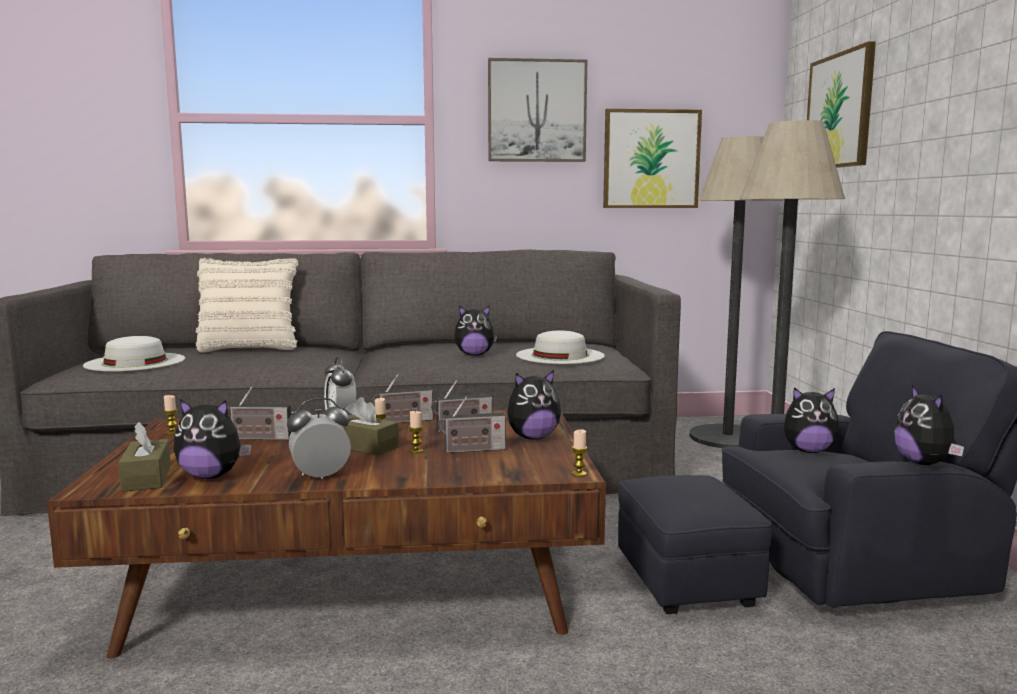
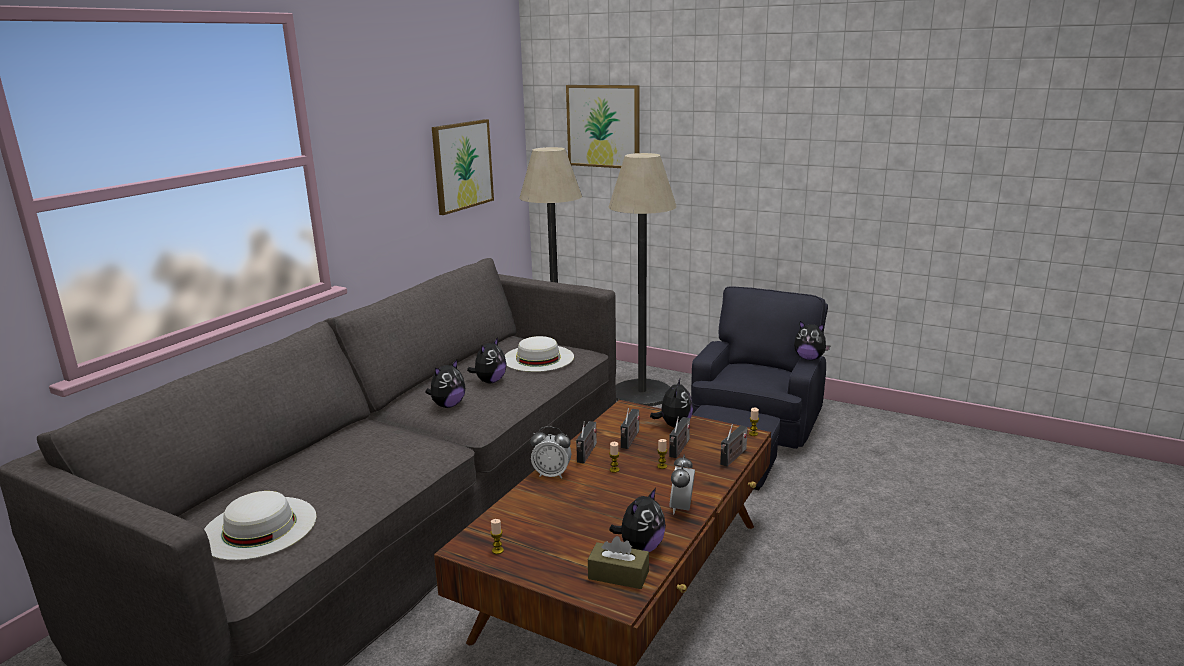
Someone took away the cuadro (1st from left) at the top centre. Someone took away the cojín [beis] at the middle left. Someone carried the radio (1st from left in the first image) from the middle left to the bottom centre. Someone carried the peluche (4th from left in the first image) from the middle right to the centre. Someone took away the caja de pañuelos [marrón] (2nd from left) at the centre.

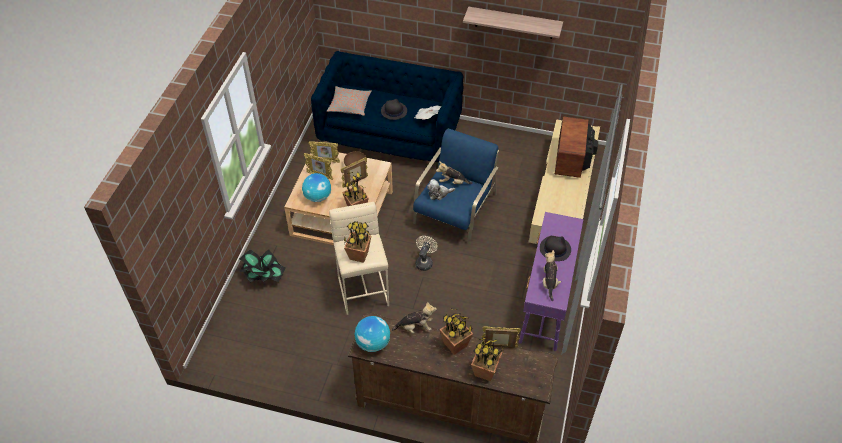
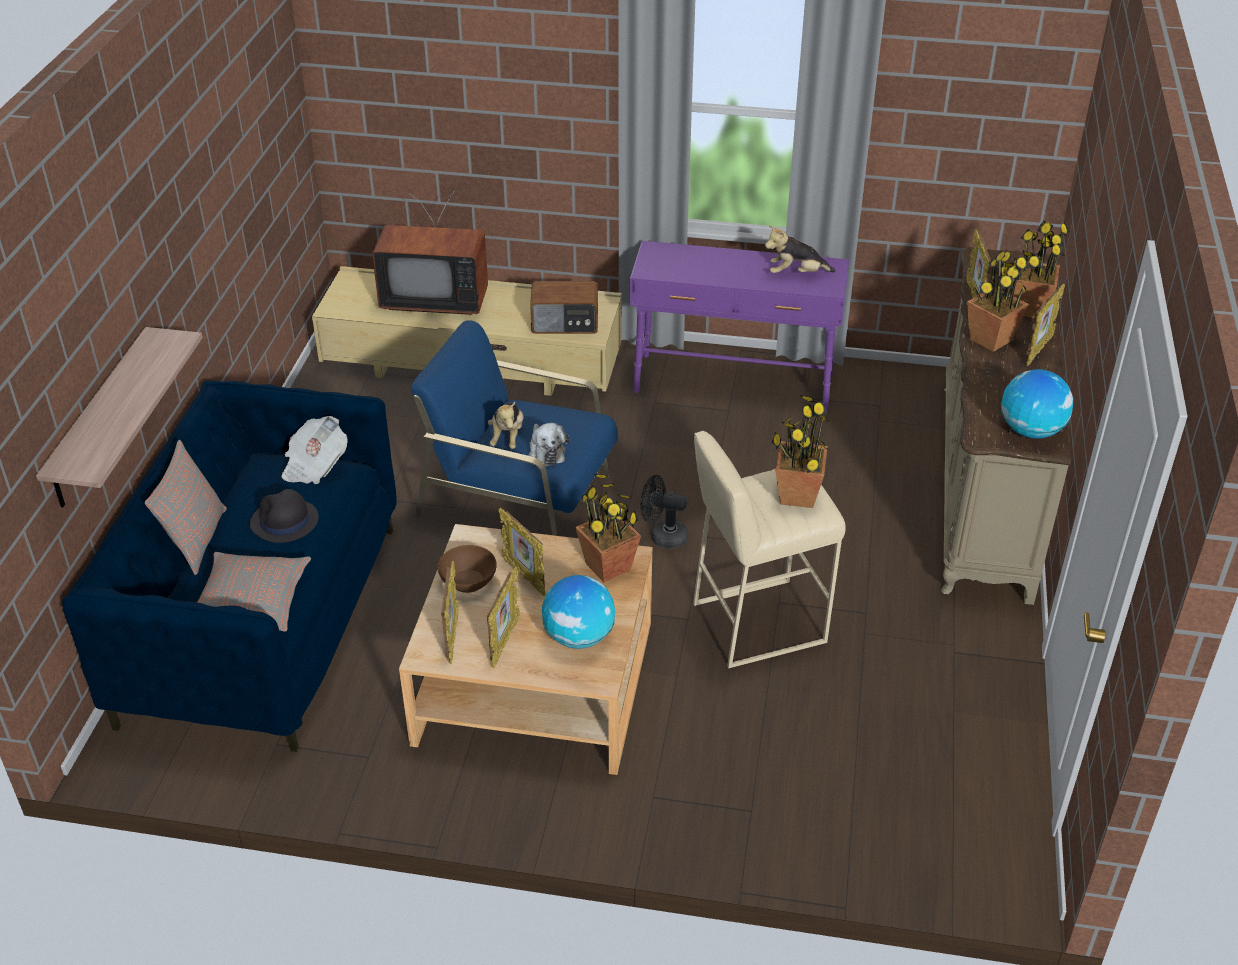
Someone carried the estante from the top centre to the middle left. Someone repainted the ventilador [beis] at the centre, which became the ventilador [negro] at the centre. Someone took away the sombrero [negro] (2nd from left) at the centre. Someone took away the planta en maceta (1st from left) at the middle left. Someone took away the peluche (1st from left) at the bottom centre. Someone put down the radio at the top centre. Someone put down the portarretratos (5th from left) at the middle right. Someone put down the cojín [gris] (1st from left) at the middle left.

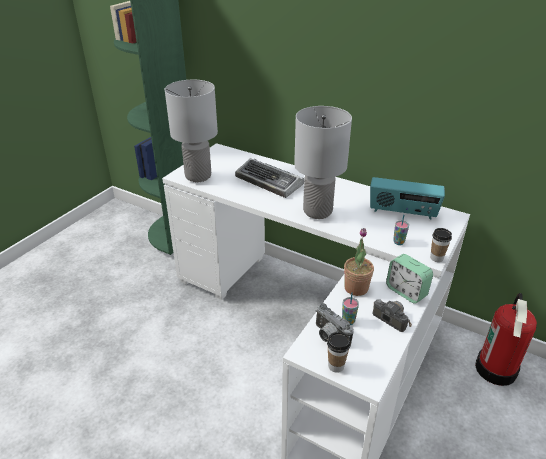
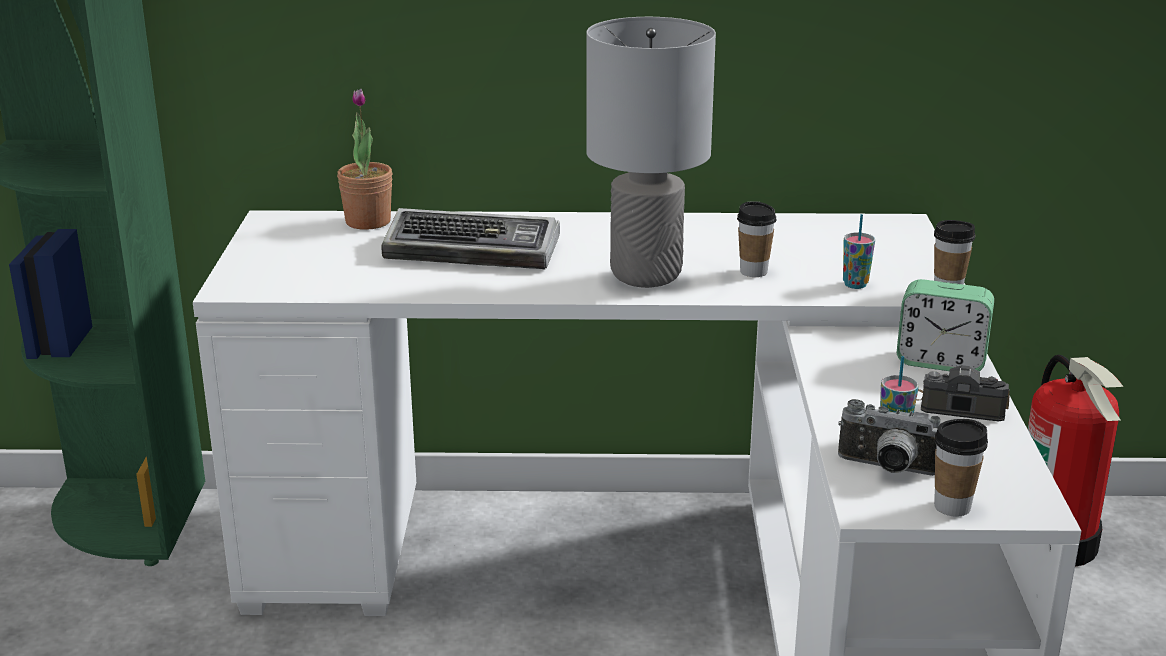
Someone took away the lámpara de mesa [gris] (1st from left) at the top centre. Someone took away the radio at the middle right. Someone carried the planta en maceta from the centre to the top left. Someone put down the taza (1st from left) at the centre.

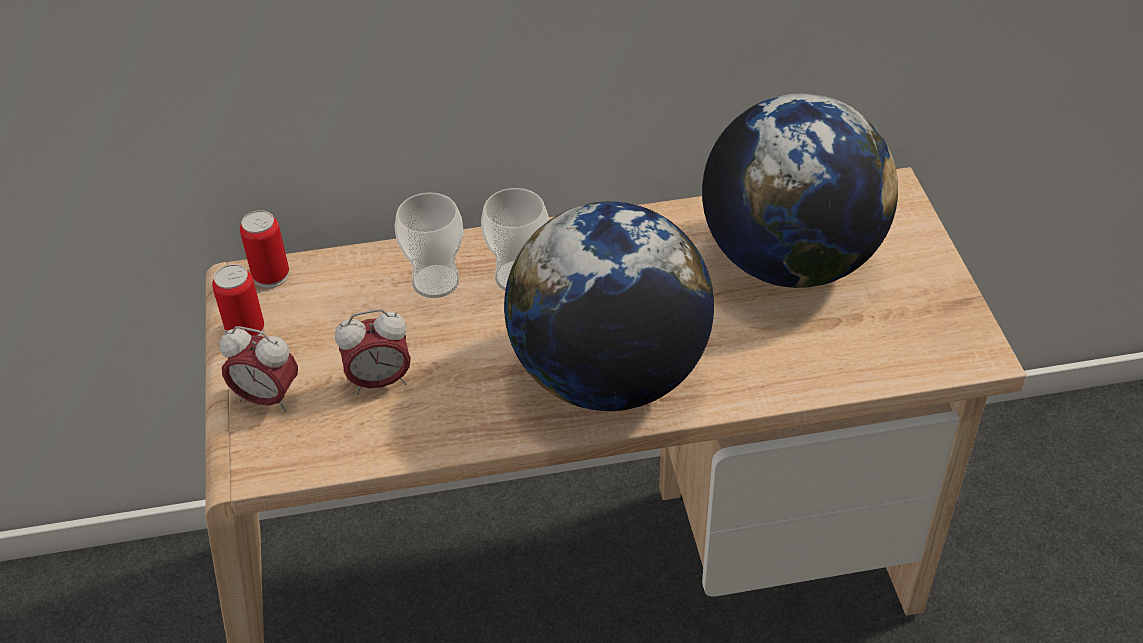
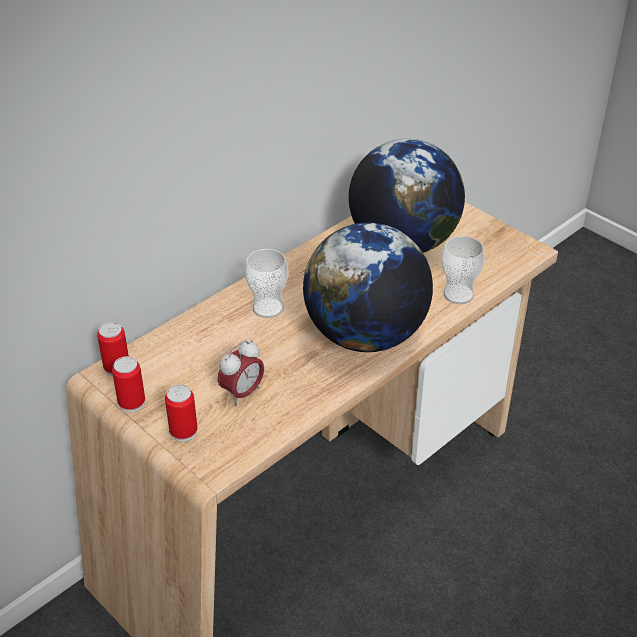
Someone carried the taza (1st from left in the first image) from the centre to the middle right. Someone swapped the despertador (1st from left) at the middle left for the lata (3rd from left) at the middle left.

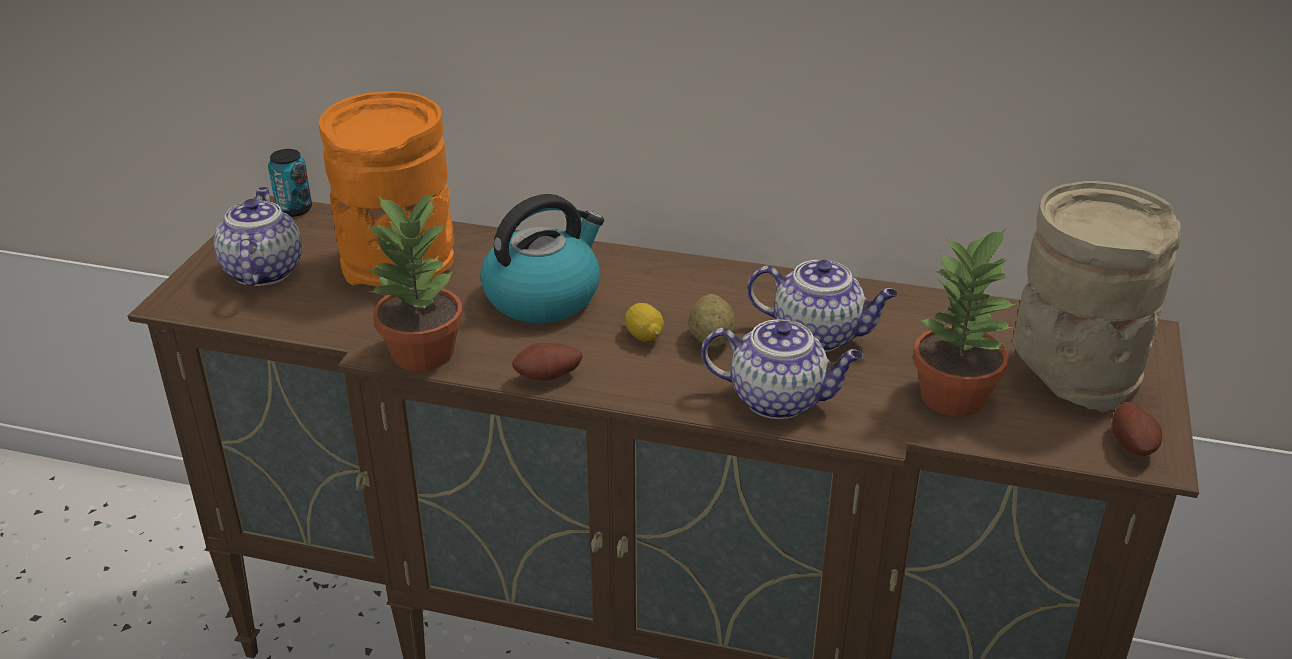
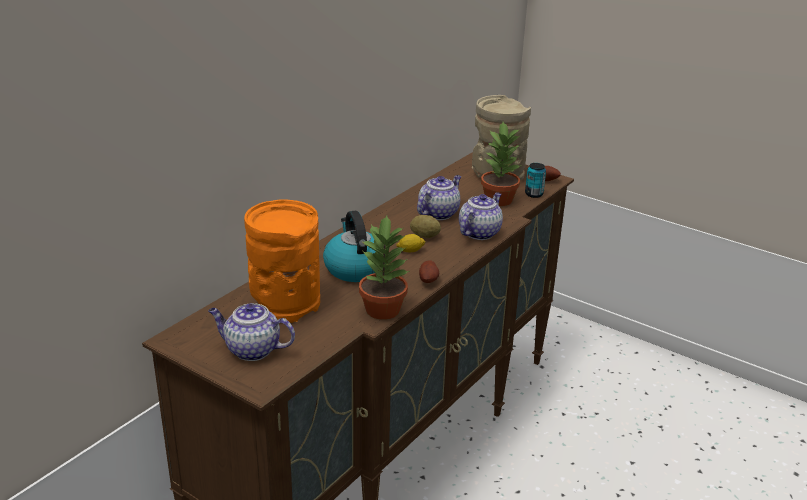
Someone carried the lata from the top left to the centre.

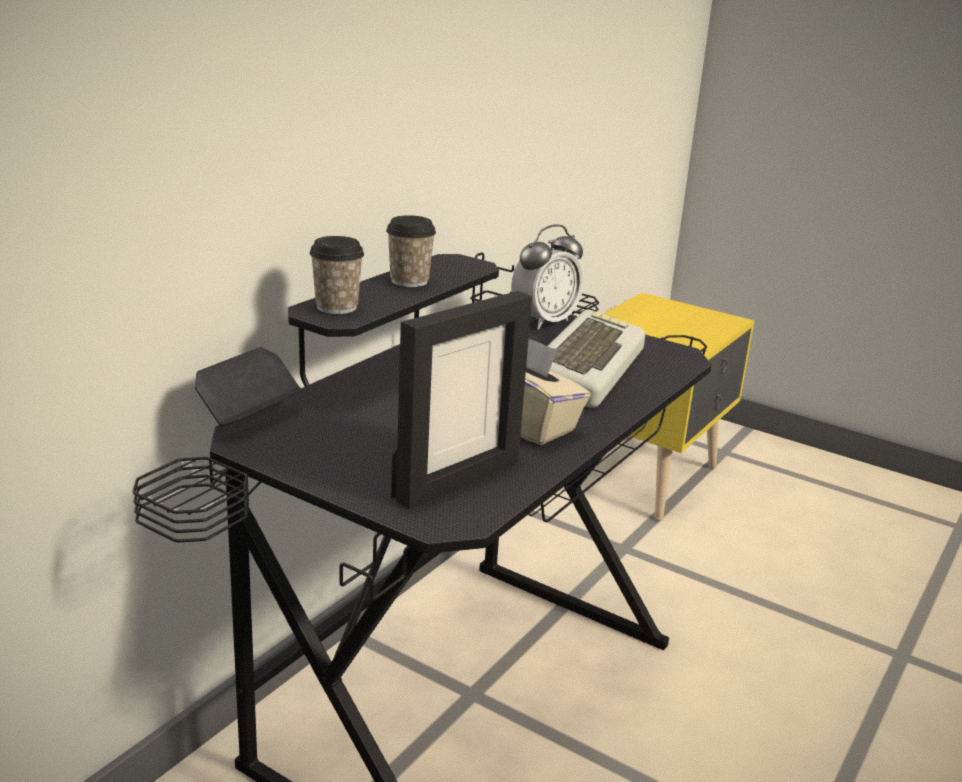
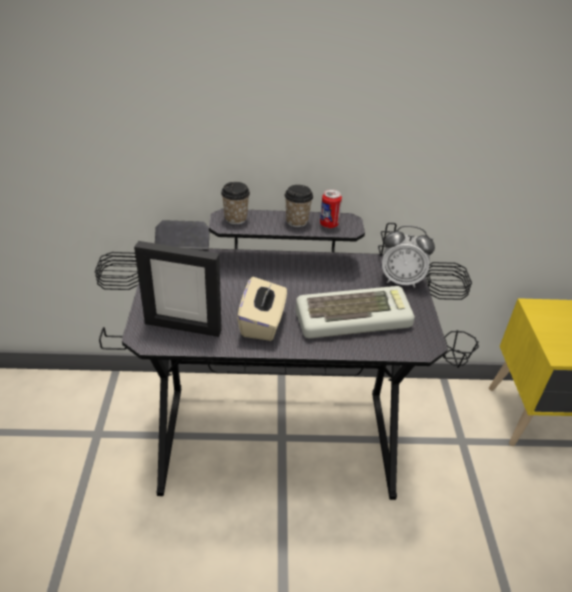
Someone put down the lata at the centre.

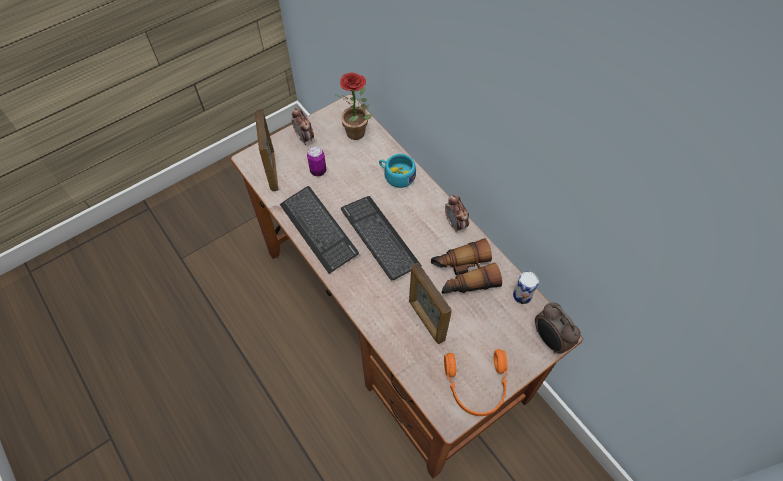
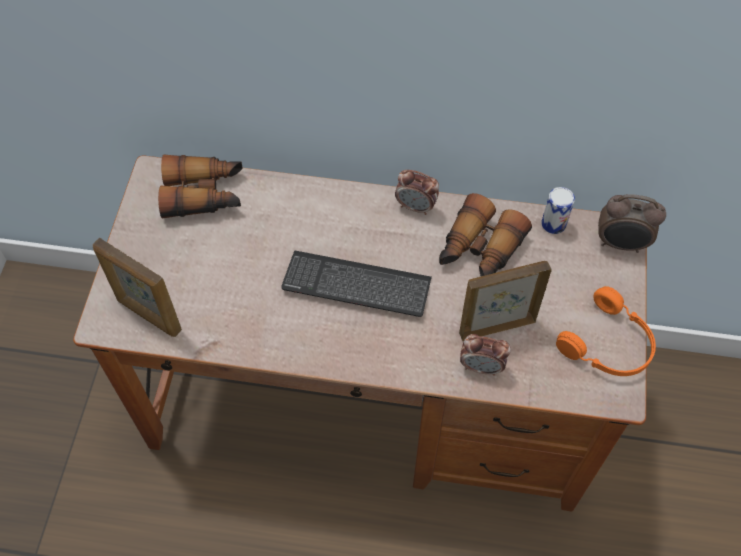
Someone swapped the planta en maceta at the top centre for the prismáticos (1st from left) at the middle left. Someone carried the despertador (1st from left in the first image) from the top centre to the centre. Someone took away the lata (1st from left) at the centre. Someone took away the taza [turquesa] at the centre. Someone took away the teclado (1st from left) at the centre. Someone rotated the portarretratos (2nd from left) at the centre by 150 degrees clockwise.

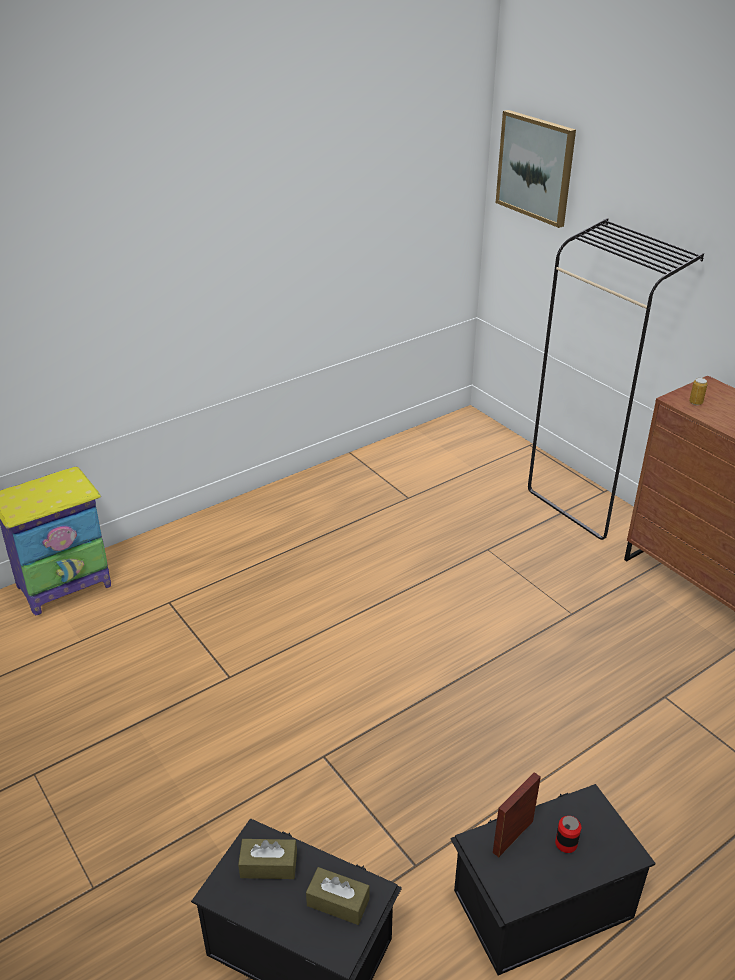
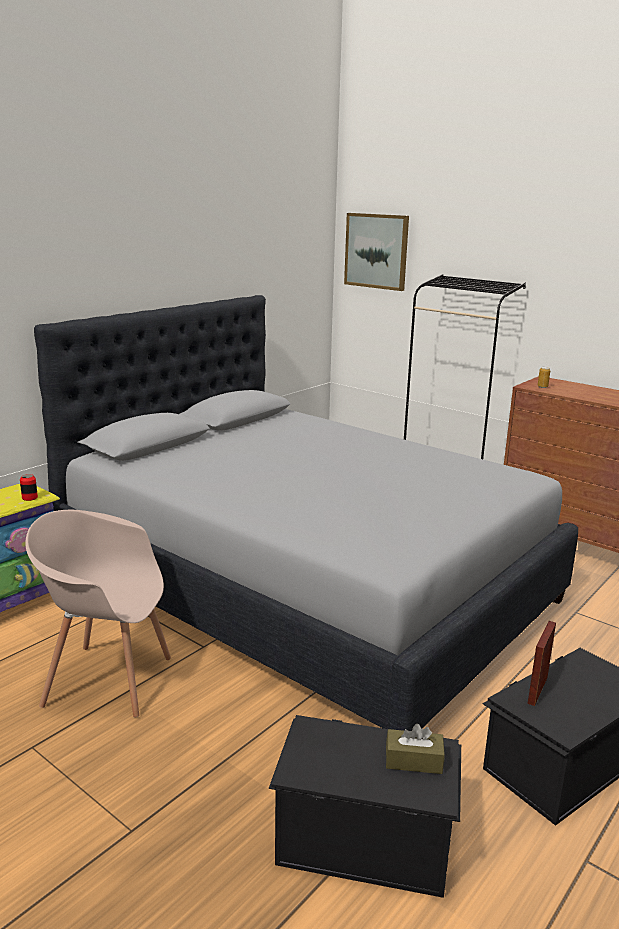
Someone carried the lata (1st from left) from the bottom right to the middle left. Someone took away the caja de pañuelos [marrón] (1st from left) at the bottom centre. Someone put down the cama [gris] at the centre. Someone put down the silla [beis] at the middle left.

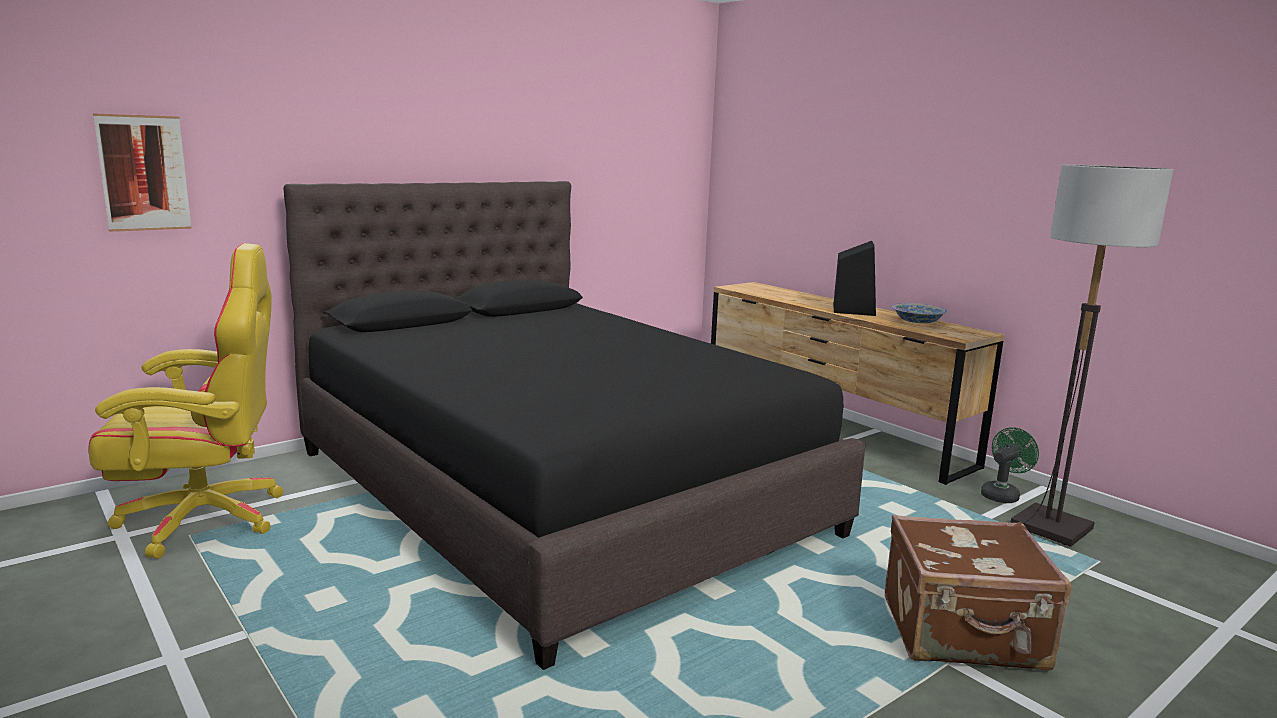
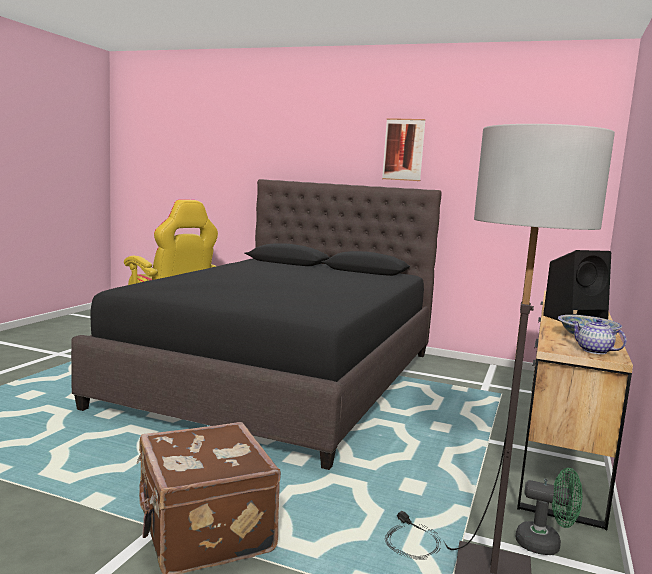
Someone carried the cuadro from the top left to the top centre. Someone put down the tetera at the middle right.

